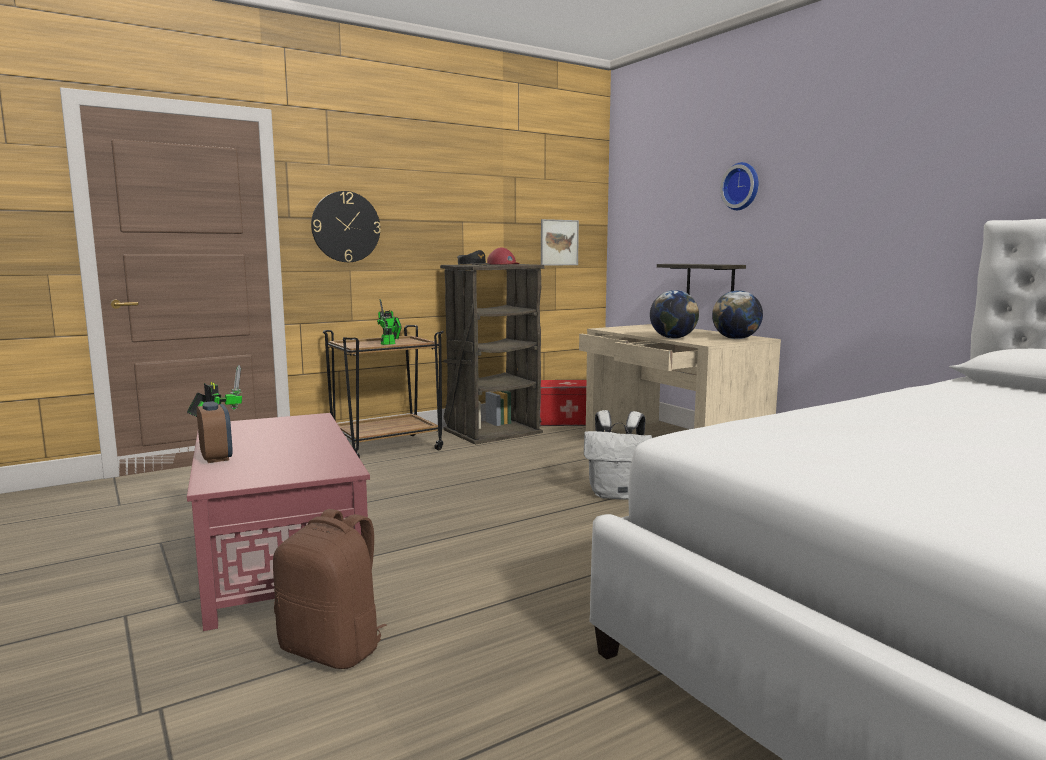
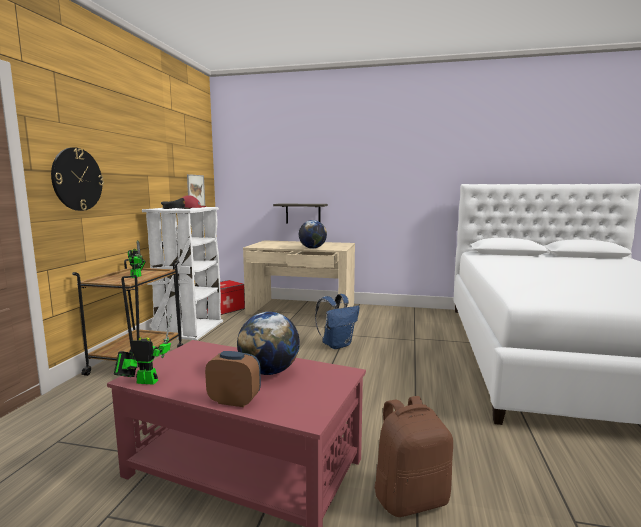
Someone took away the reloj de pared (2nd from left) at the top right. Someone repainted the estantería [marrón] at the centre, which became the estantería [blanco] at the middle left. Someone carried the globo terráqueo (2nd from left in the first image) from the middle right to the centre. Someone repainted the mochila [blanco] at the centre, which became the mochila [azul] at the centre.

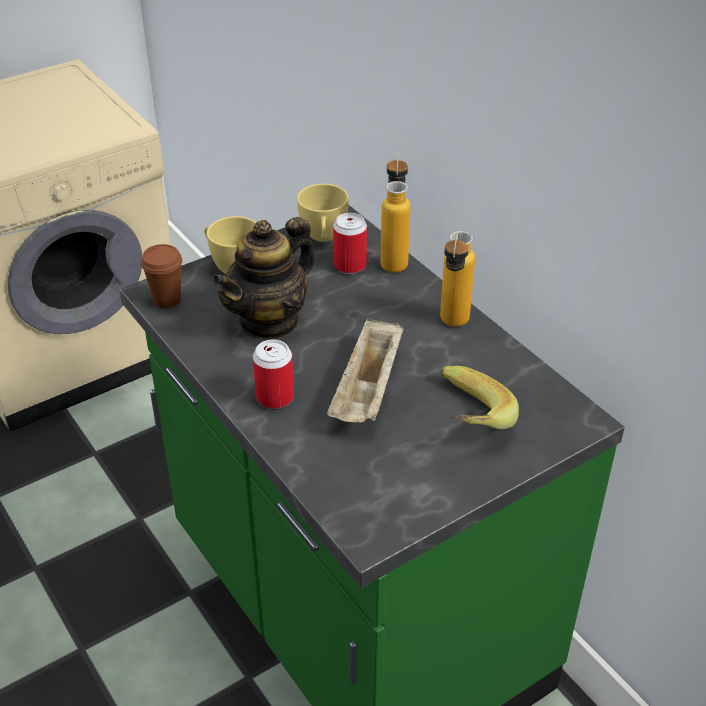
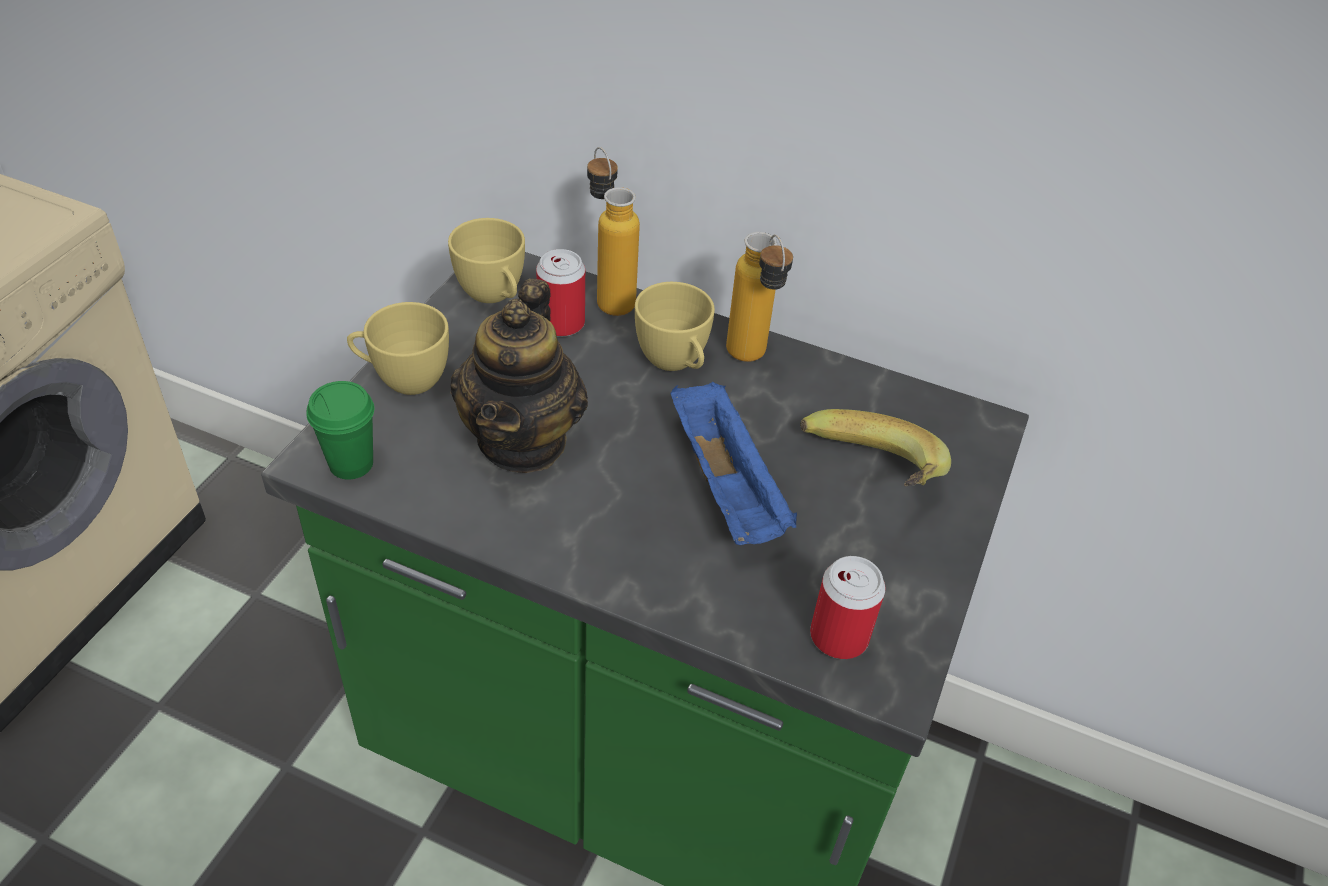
Someone repainted the taza [marrón] at the middle left, which became the taza [verde] at the middle left. Someone repainted the bandeja [beis] at the centre, which became the bandeja [azul] at the centre. Someone carried the lata (1st from left in the first image) from the centre to the bottom centre. Someone put down the taza [amarillo] (3rd from left) at the centre.

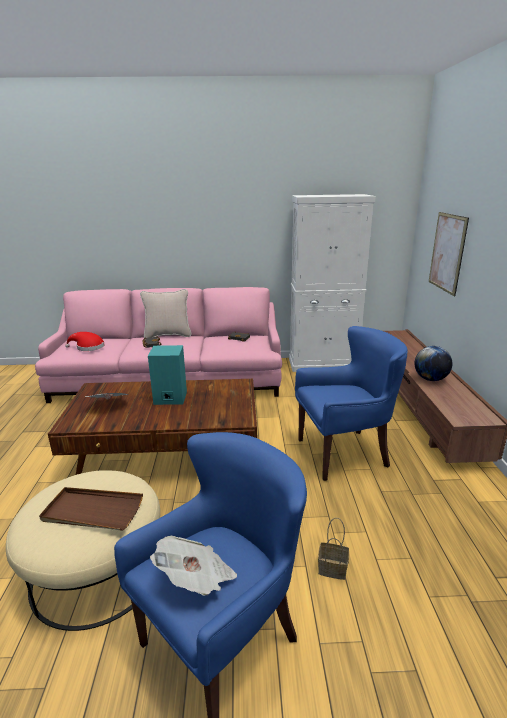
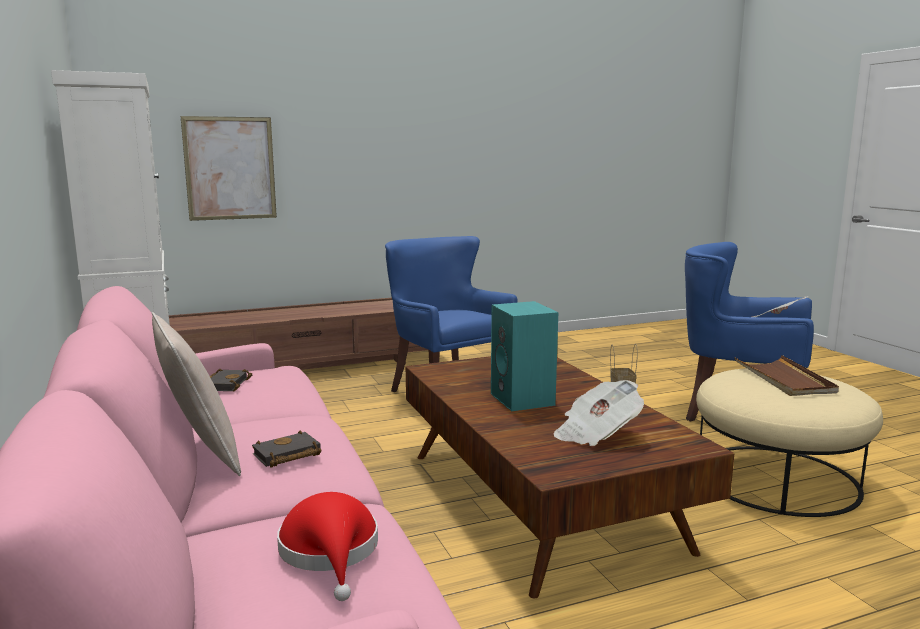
Someone took away the globo terráqueo at the middle right.

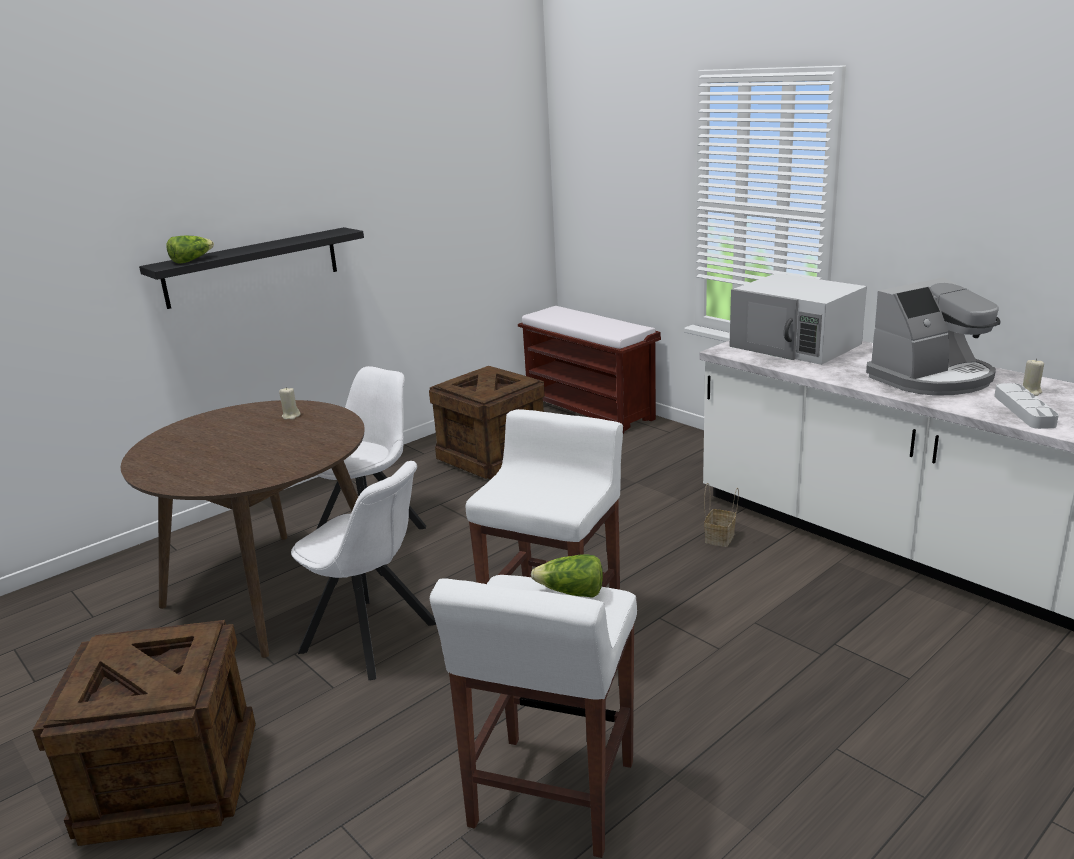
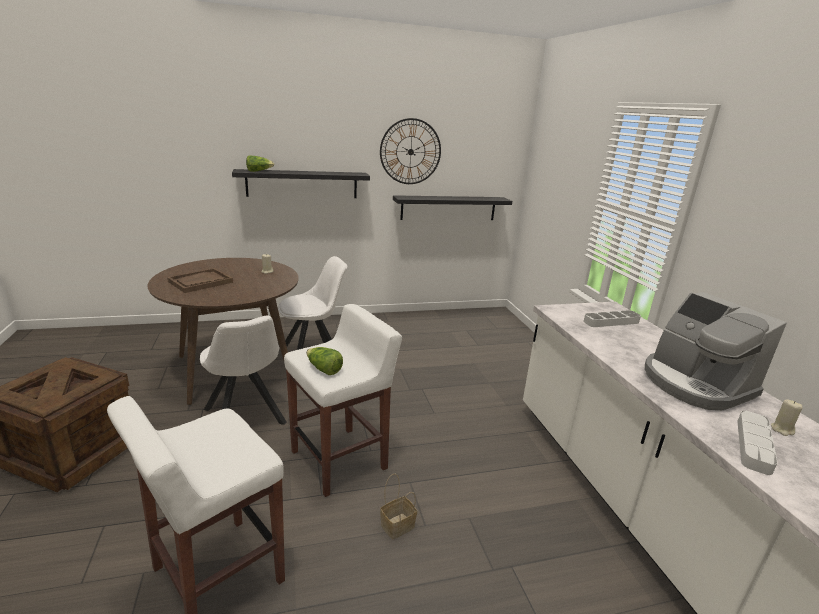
Someone swapped the microondas [blanco] at the middle right for the bandeja [gris] (1st from left) at the middle right. Someone rotated the cafetera at the middle right by 60 degrees clockwise. Someone took away the banco [marrón] at the centre. Someone took away the caja de embalaje (2nd from left) at the centre. Someone carried the cesta from the middle right to the bottom centre. Someone carried the lechuga (2nd from left) from the bottom centre to the centre. Someone put up the reloj de pared at the top centre. Someone put up the estante [negro] (2nd from left) at the centre. Someone put down the bandeja [marrón] at the middle left.

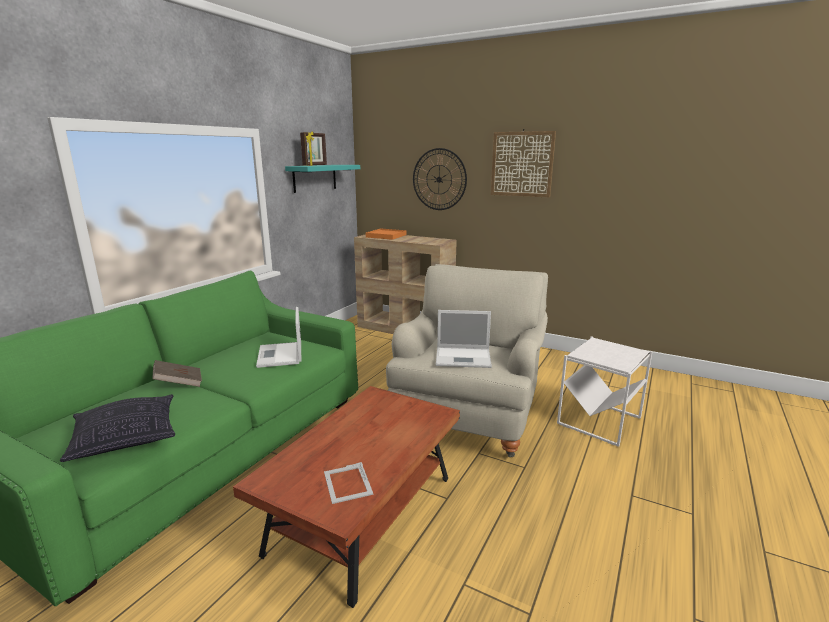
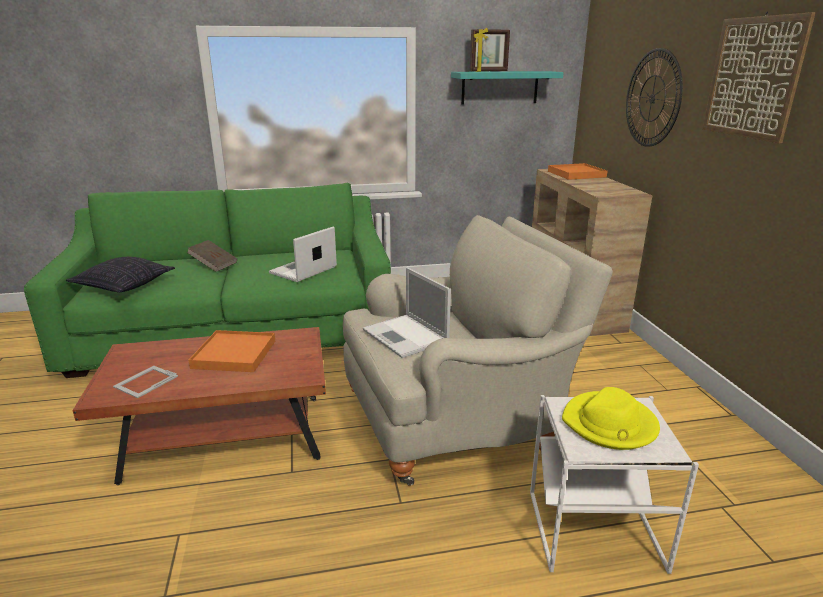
Someone put down the bandeja [naranja] (1st from left) at the middle left. Someone put down the sombrero [amarillo] at the bottom right.

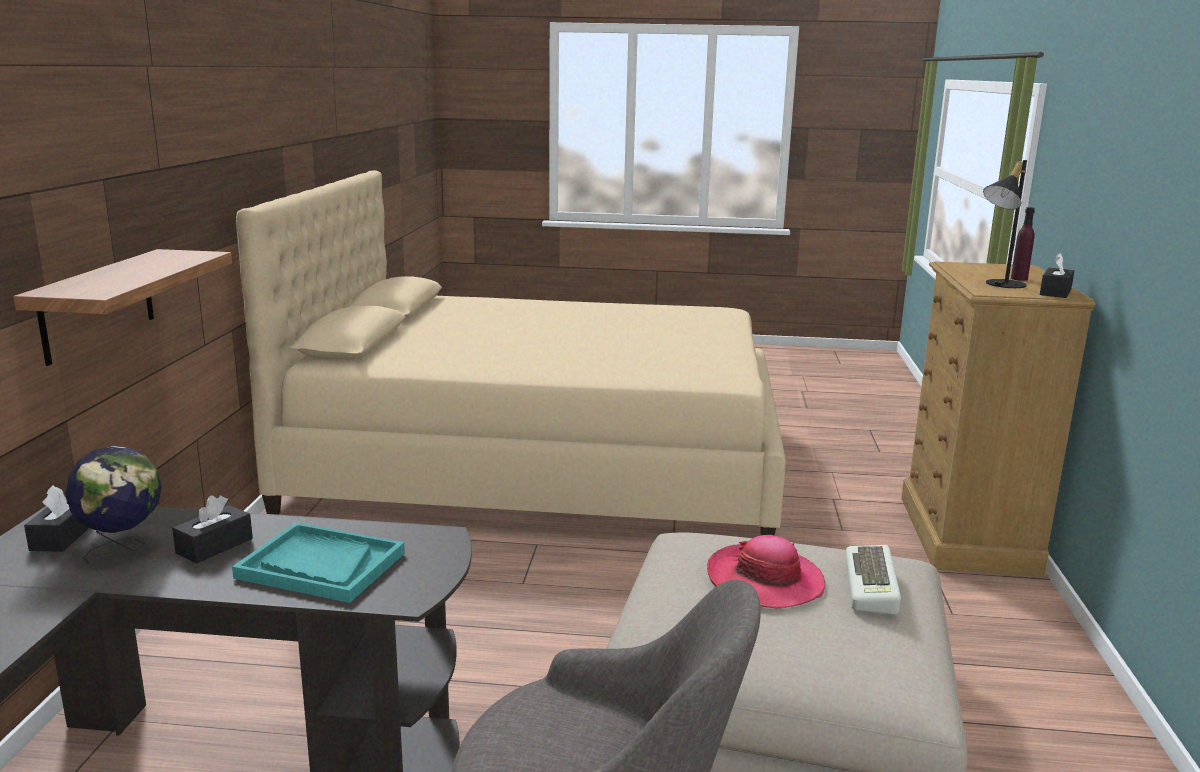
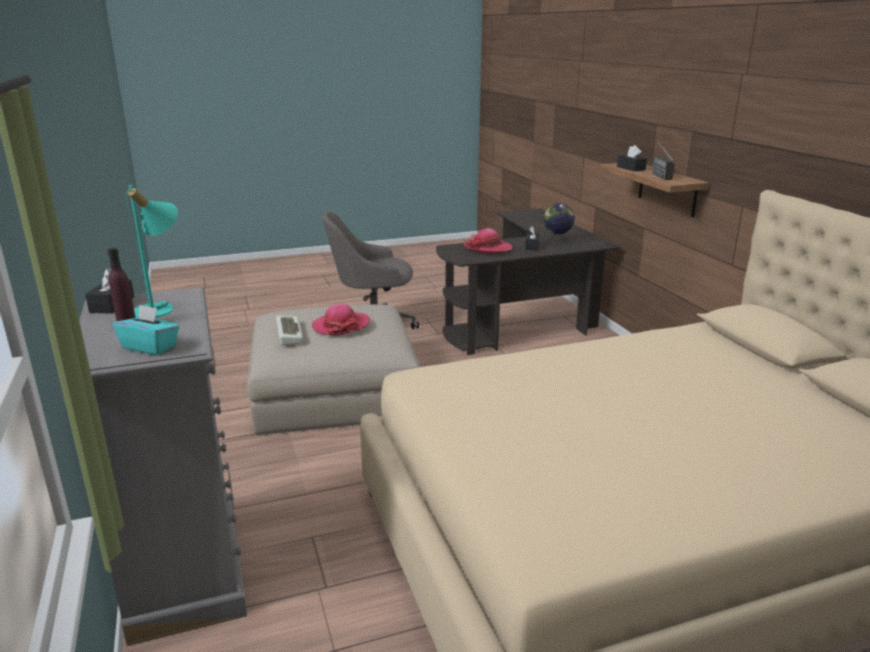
Someone repainted the lámpara de mesa [negro] at the top right, which became the lámpara de mesa [turquesa] at the middle left. Someone repainted the cómoda [marrón] at the middle right, which became the cómoda [gris] at the bottom left. Someone carried the caja de pañuelos [negro] (1st from left in the first image) from the bottom left to the top right. Someone swapped the bandeja [turquesa] at the bottom left for the sombrero (2nd from left) at the centre. Someone put down the radio at the top right. Someone put down the caja de pañuelos [turquesa] at the middle left.

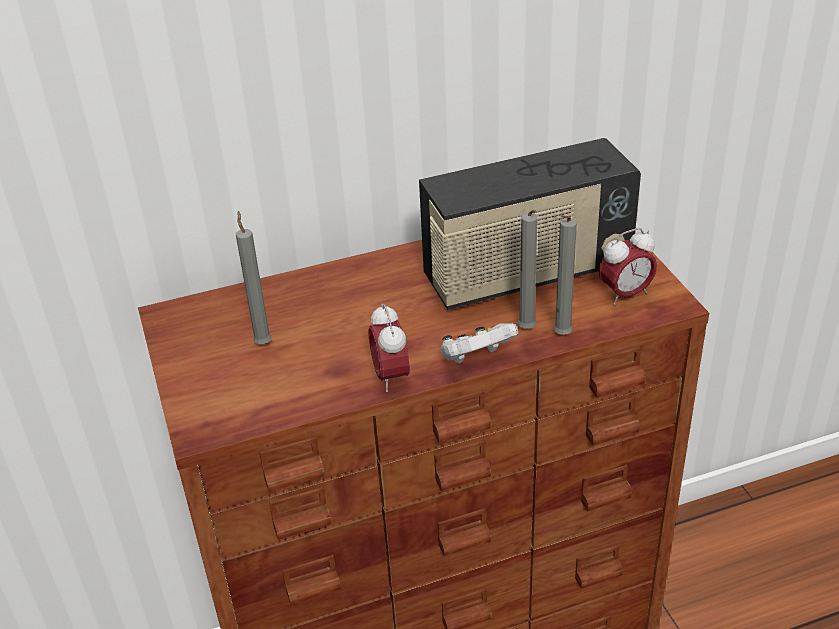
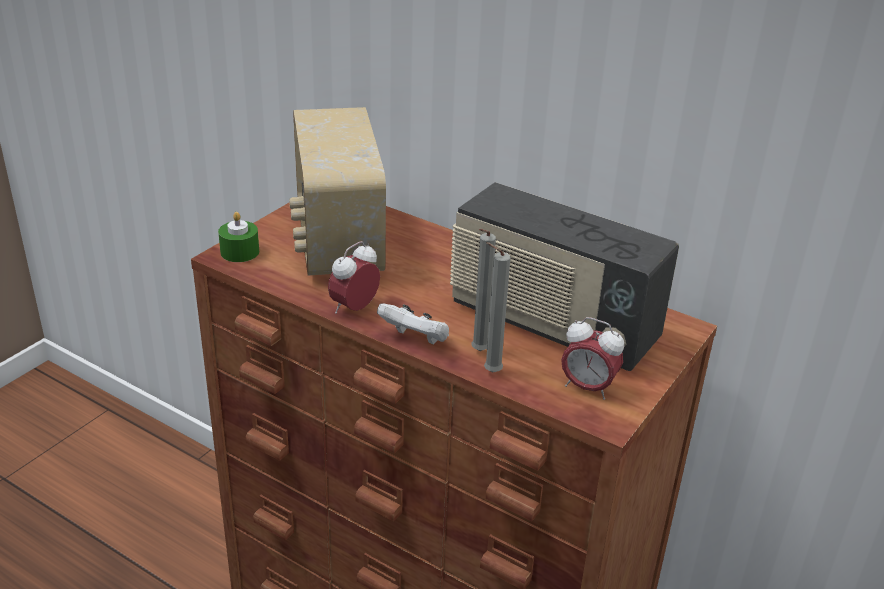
Someone swapped the vela [gris] (1st from left) at the middle left for the radio (1st from left) at the top centre. Someone put down the vela [verde] at the middle left.

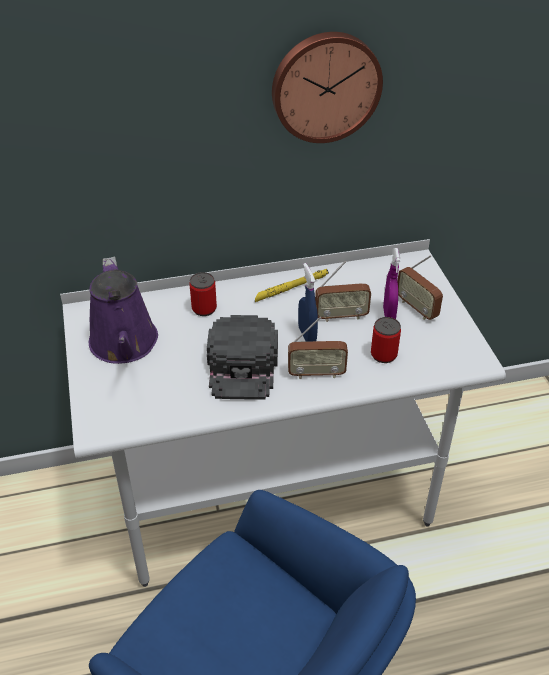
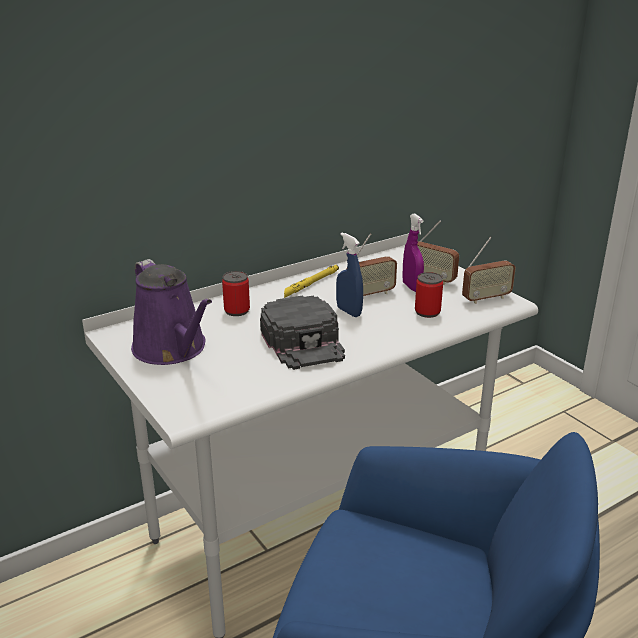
Someone took away the reloj de pared at the top centre. Someone carried the radio (1st from left in the first image) from the centre to the middle right.

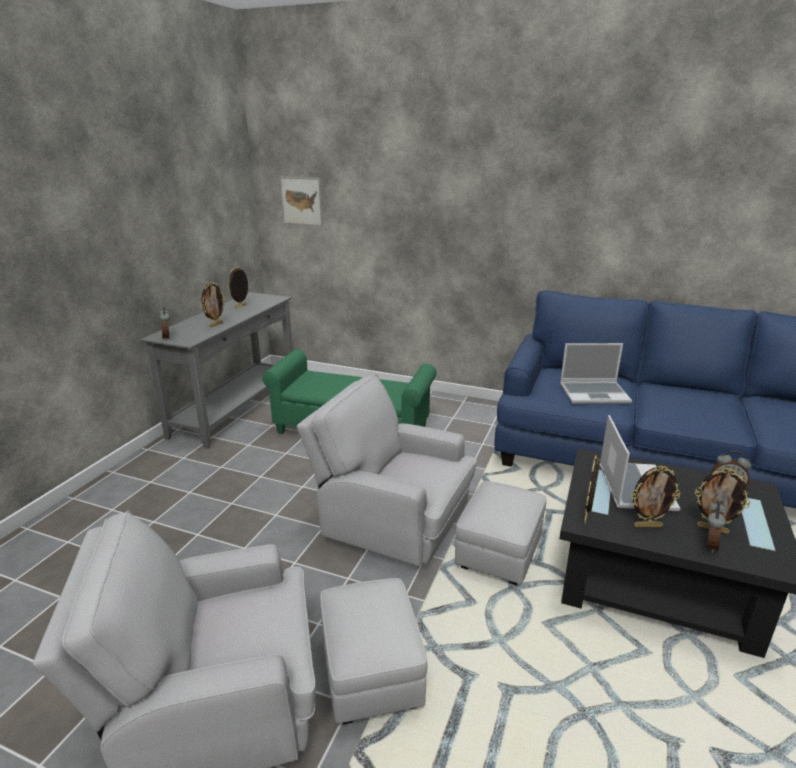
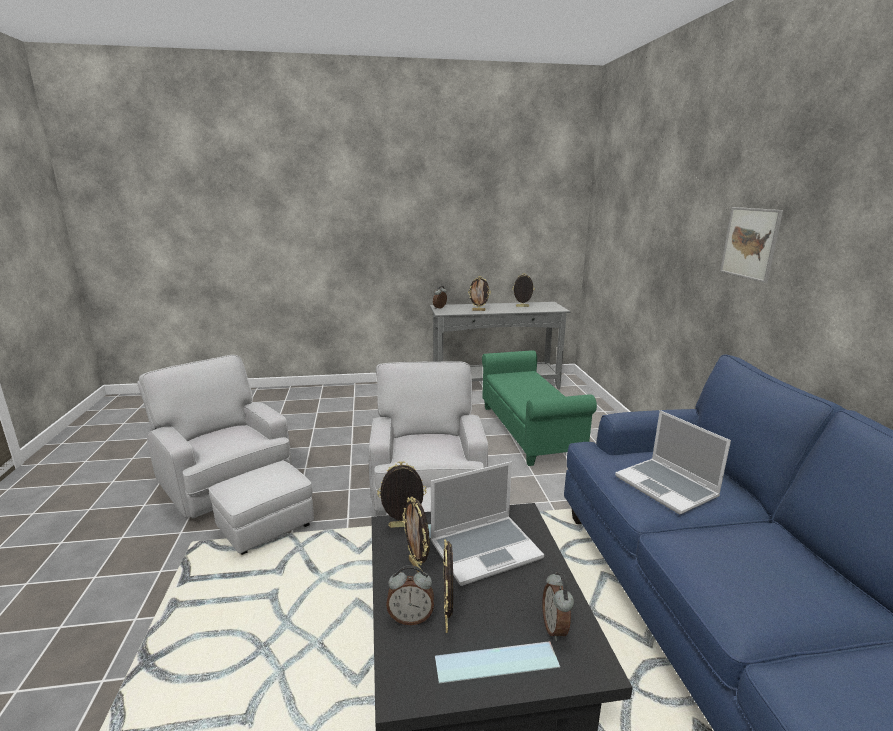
Someone carried the cuadro from the top centre to the middle right.

